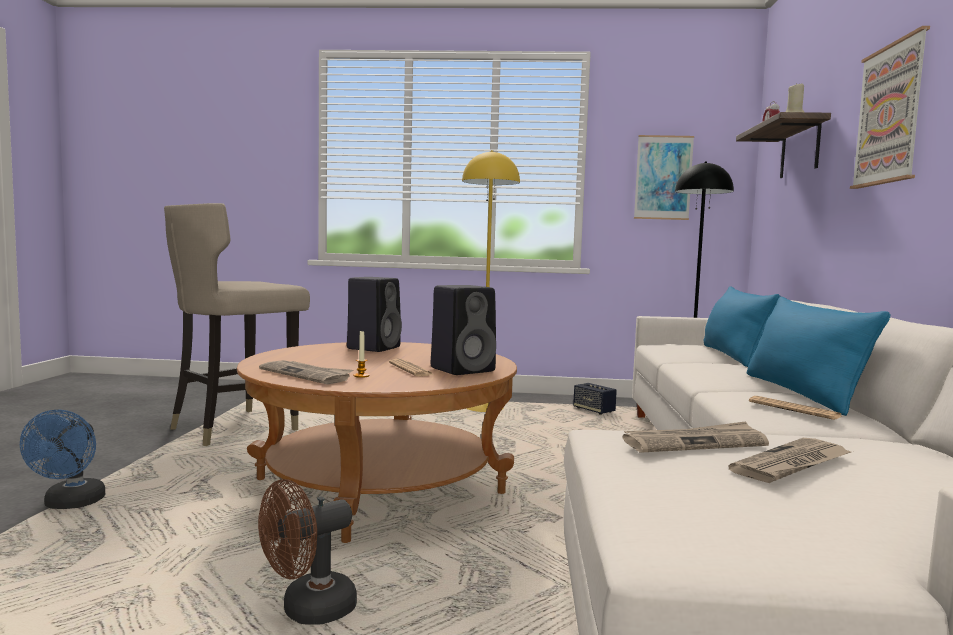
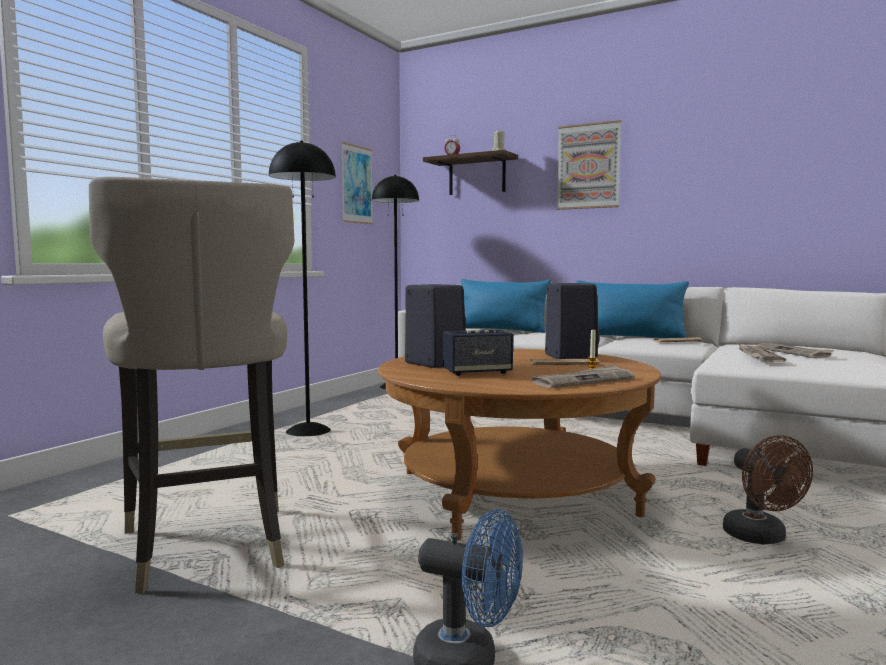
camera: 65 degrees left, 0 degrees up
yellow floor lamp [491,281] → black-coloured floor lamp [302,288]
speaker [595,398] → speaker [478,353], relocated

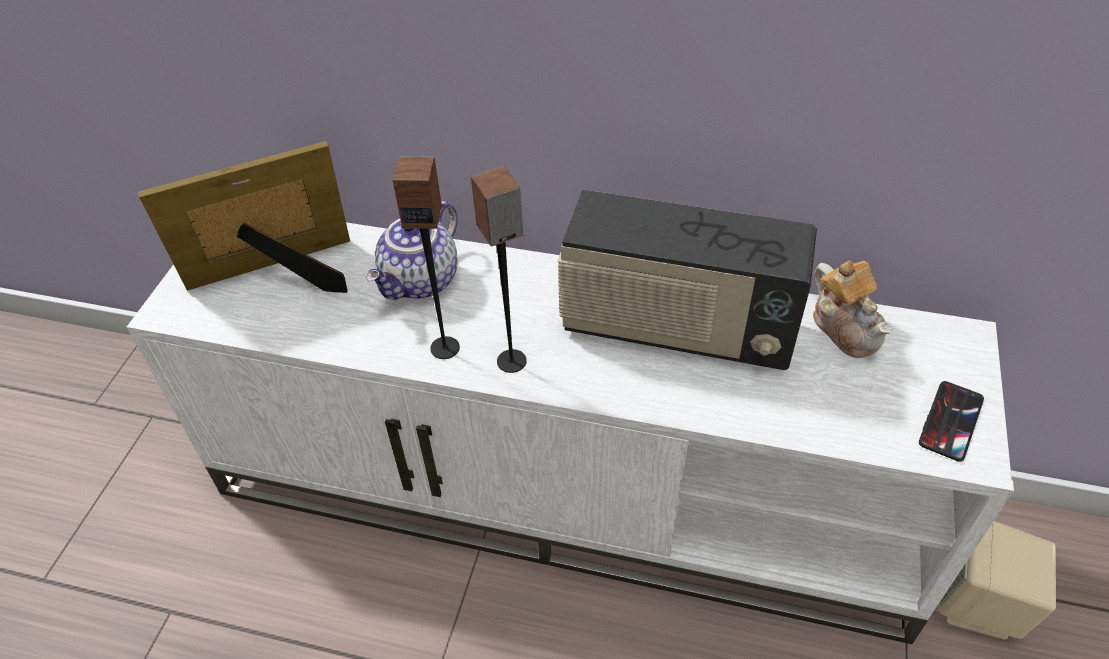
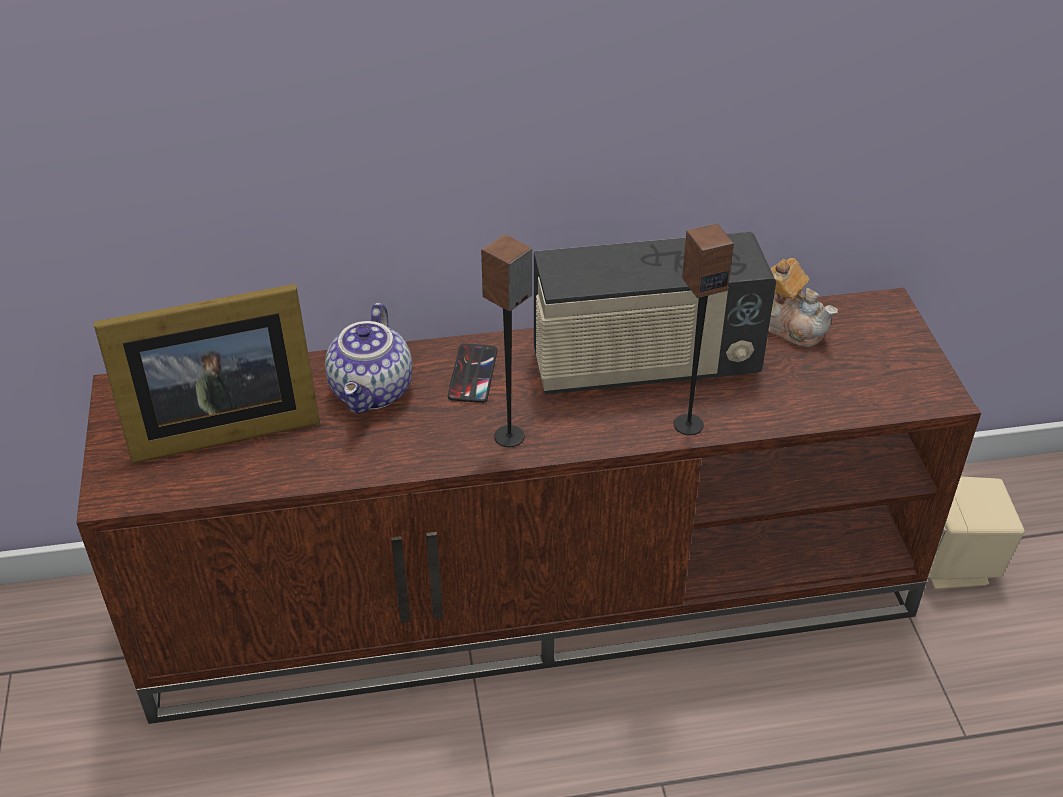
camera: 25 degrees left, 5 degrees down
whitish tv stand [570,433] → brown tv stand [528,506]
standing frame [244,217] → standing frame [206,373], 150 degrees counterclockwise
speaker [426,257] → speaker [704,329], relocated
telephone [951,421] → telephone [472,373], relocated

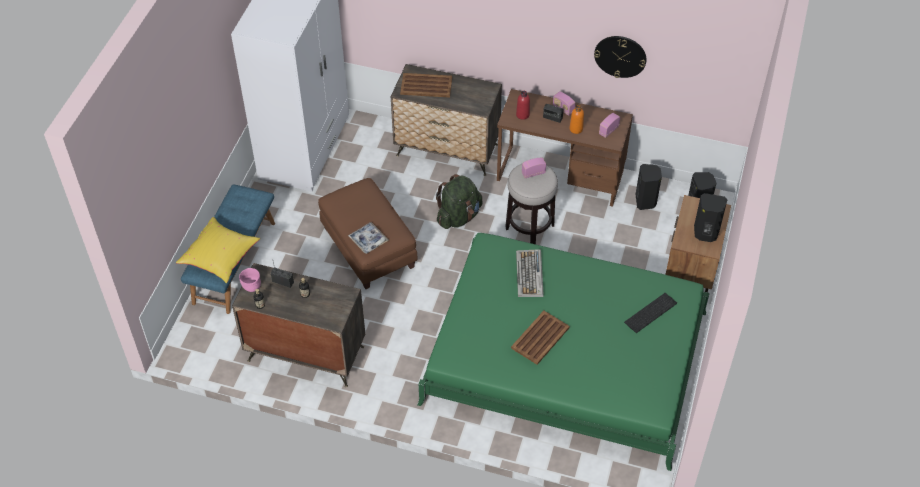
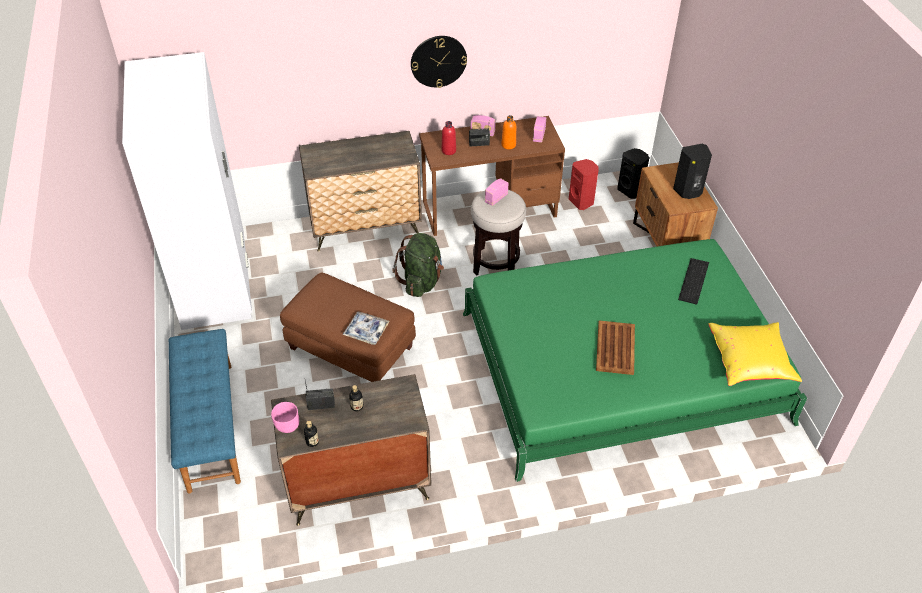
camera: 30 degrees left, 5 degrees down
yellow throw pillow [218,250] → yellow throw pillow [755,354], relocated
brown serving tray [426,85] → -
keyboard [530,273] → -
clock on the wall [620,57] → clock on the wall [439,62], relocated
black-coloured speaker [649,187] → red-coloured speaker [583,184]

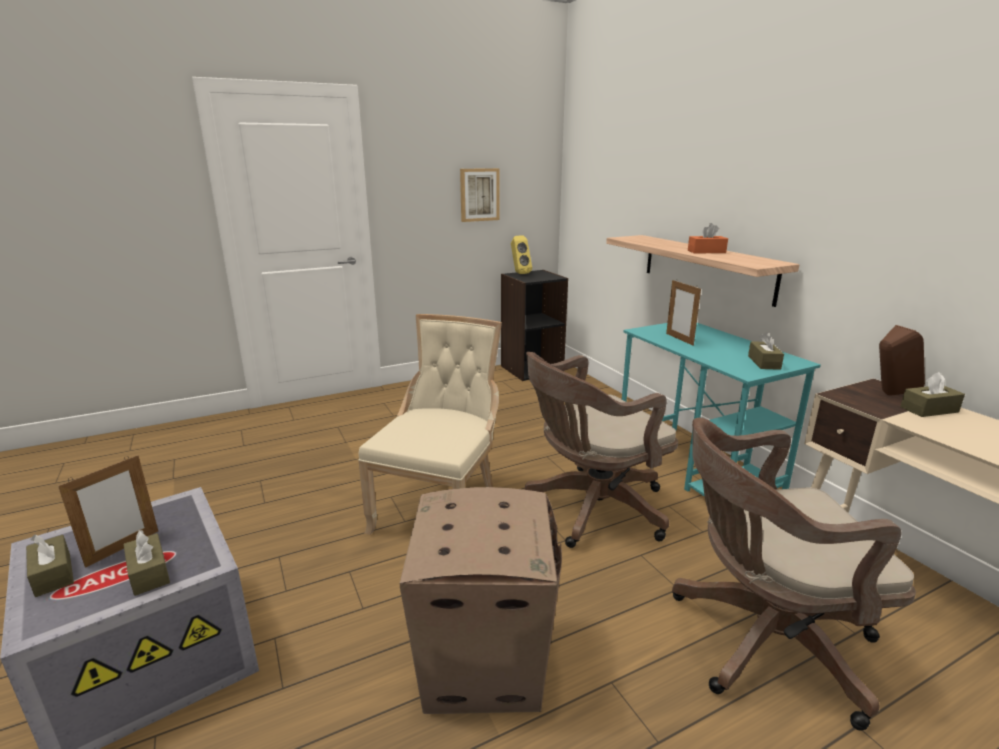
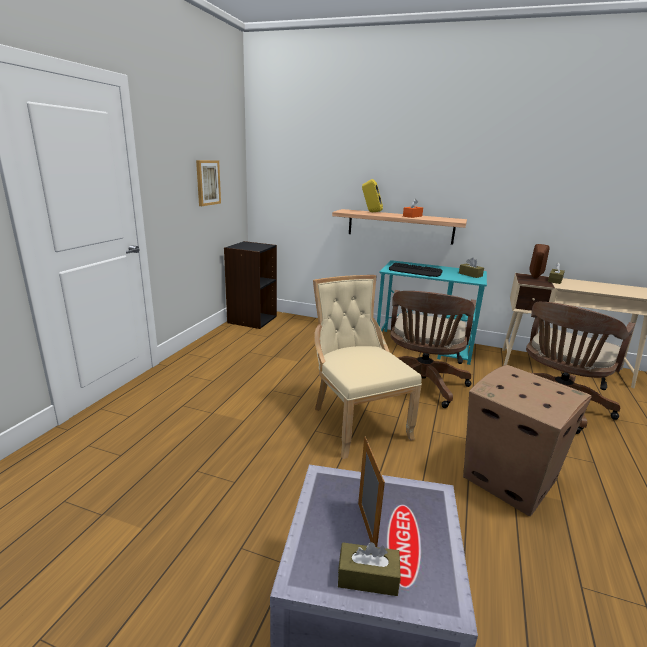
camera: 45 degrees left, 0 degrees up
brown box of tissues [146,563] → -
yellow speaker [521,255] → yellow speaker [372,195], relocated
standing frame [683,312] → keyboard [416,270]

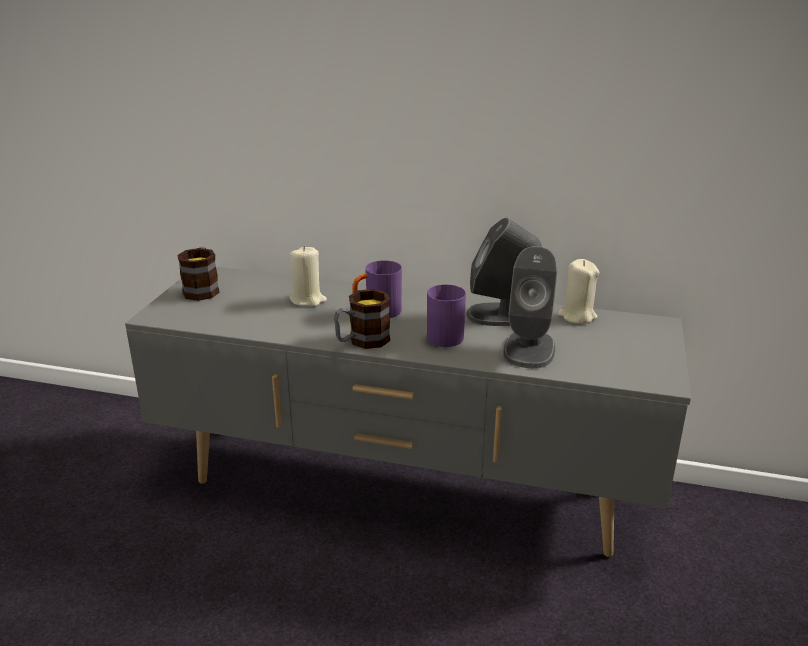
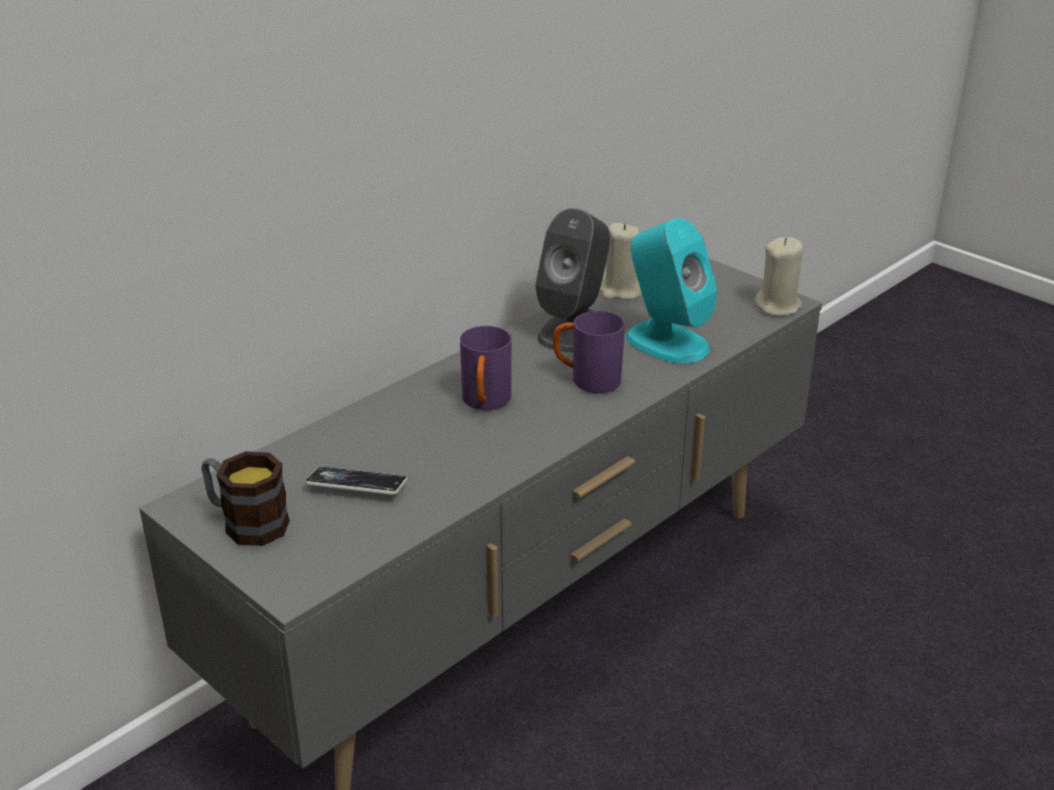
camera: 60 degrees left, 5 degrees up
beige candle [308,276] → beige candle [778,276], relocated
coffee mug [362,319] → -
gray speaker [530,307] → blue-green speaker [671,291]
- → telephone [356,481]

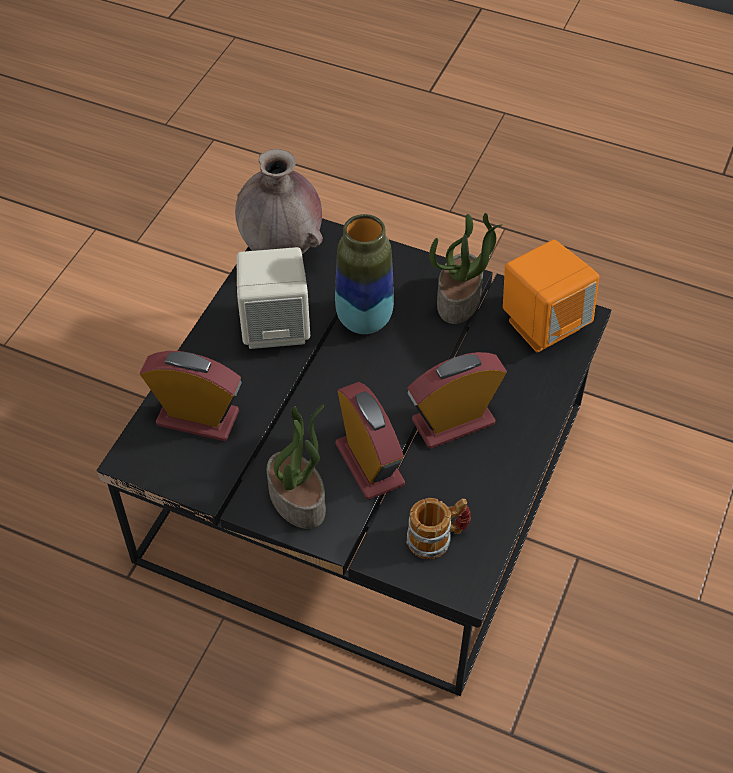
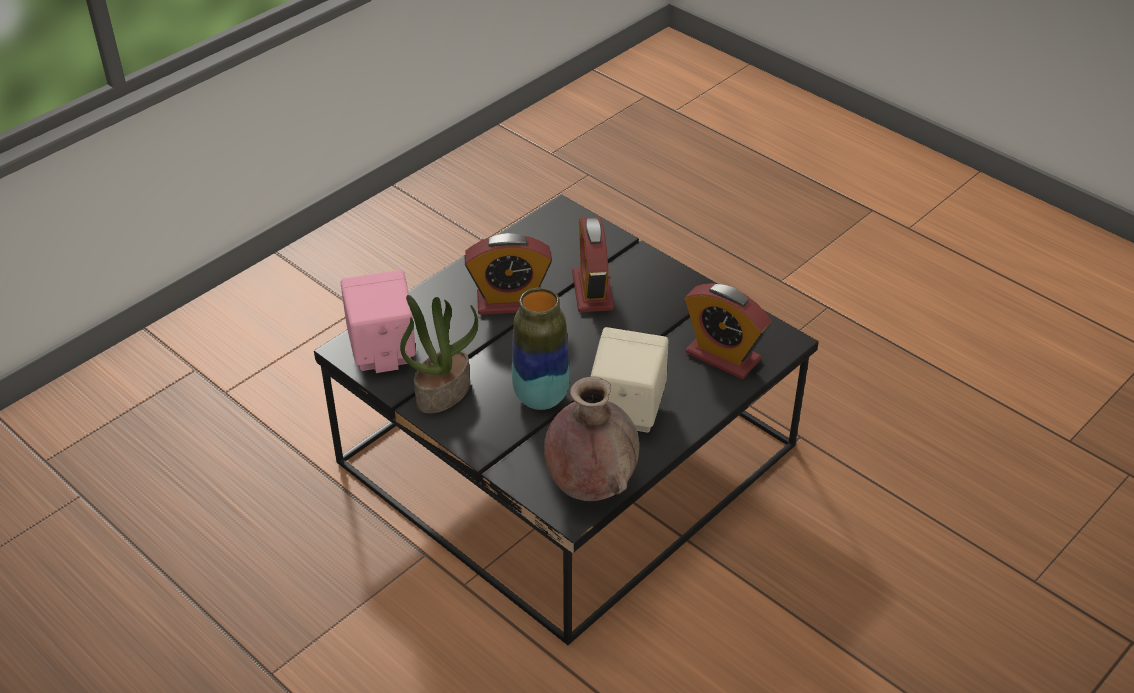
camera: 160 degrees left, 10 degrees down
potted plant [296,466] → -
coffee mug [438,528] → -
orangey speaker [551,296] → pink-coloured speaker [378,321]

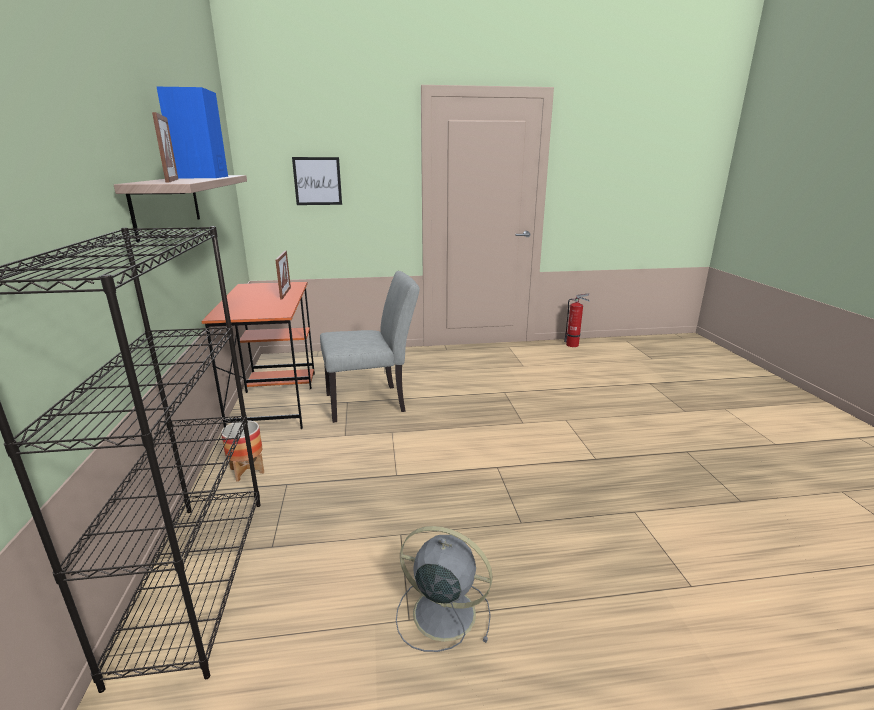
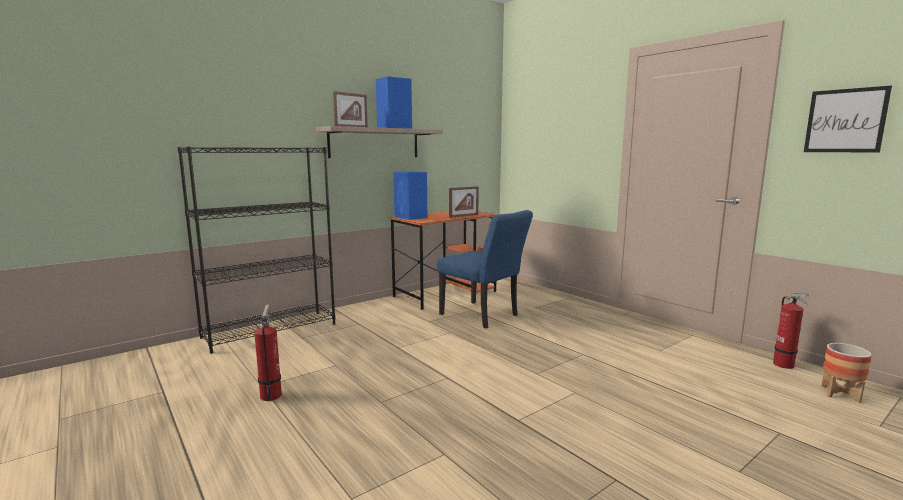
camera: 60 degrees right, 10 degrees down
flower pot [242,451] → flower pot [847,373], relocated
picture [317,181] → picture [848,118], relocated
gray upright chair [370,347] → blue upright chair [485,269]
gray fan [444,589] → fire-fighting cylinder [268,353]
- → blue speaker [410,195]

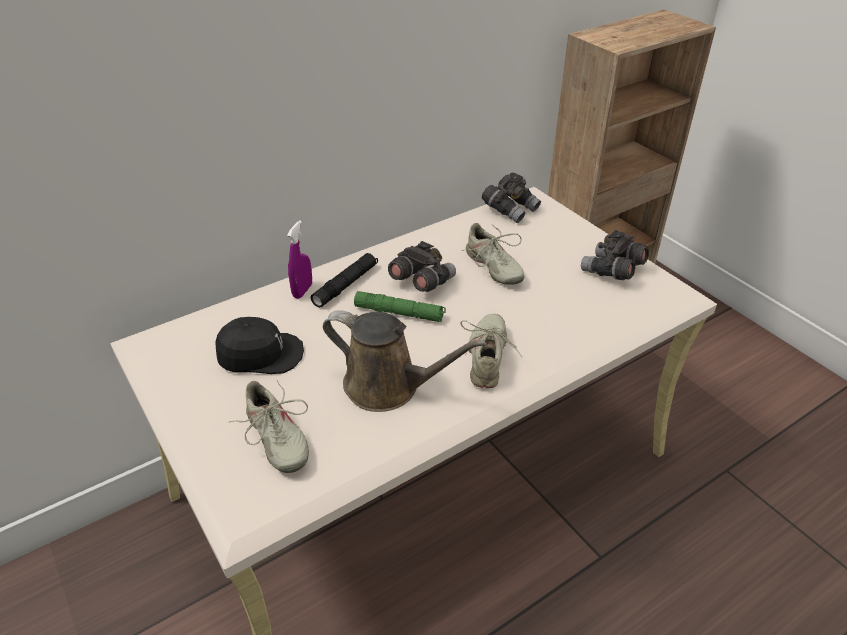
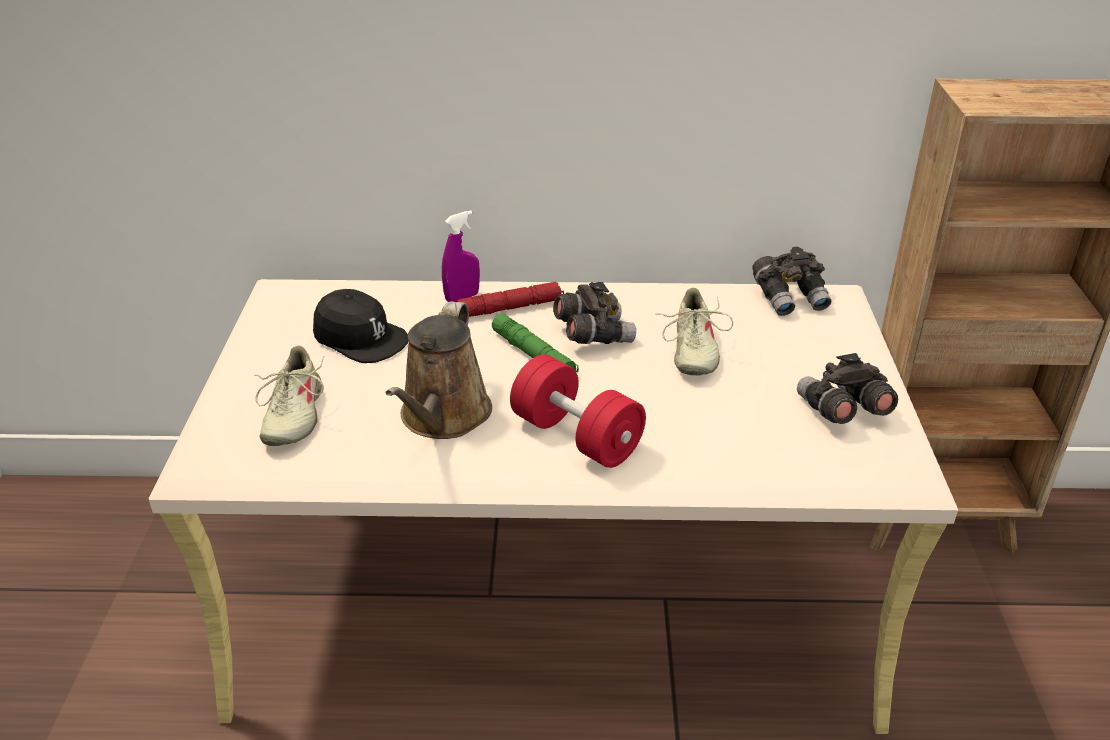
camera: 35 degrees right, 5 degrees down
black-coloured hand torch [344,280] → red-coloured hand torch [510,299]
brown sprinkling can [405,361] → brown sprinkling can [439,370], 45 degrees clockwise
beige item of footwear [491,351] → red-coloured dumbbell [578,411]

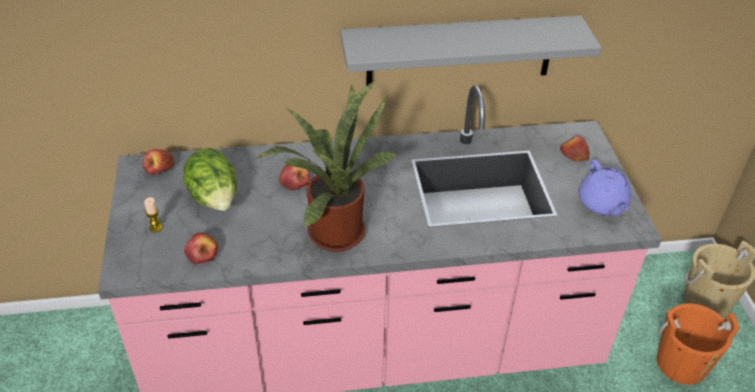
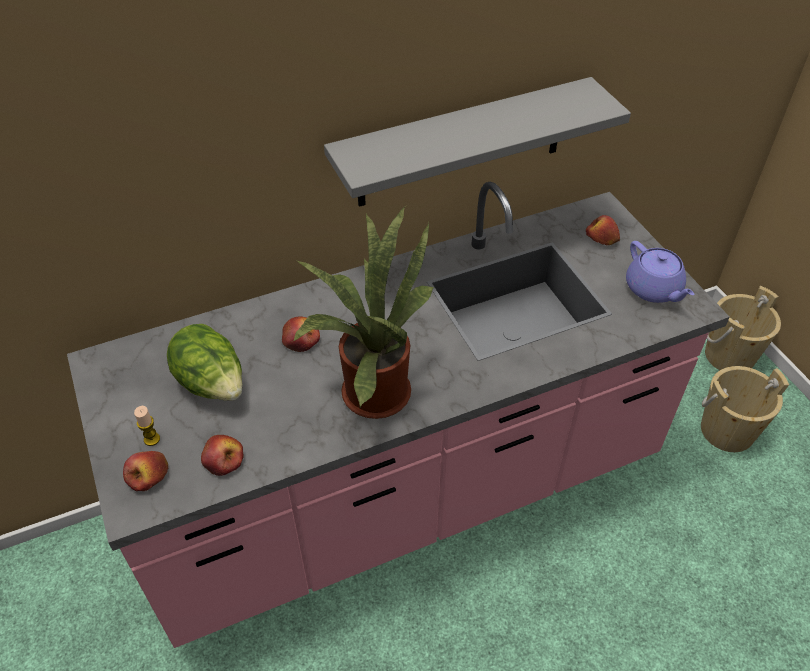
camera: 15 degrees left, 5 degrees up
apple fruit [159,162] → apple fruit [145,471], relocated
orangey pail [698,344] → beige pail [745,409]

